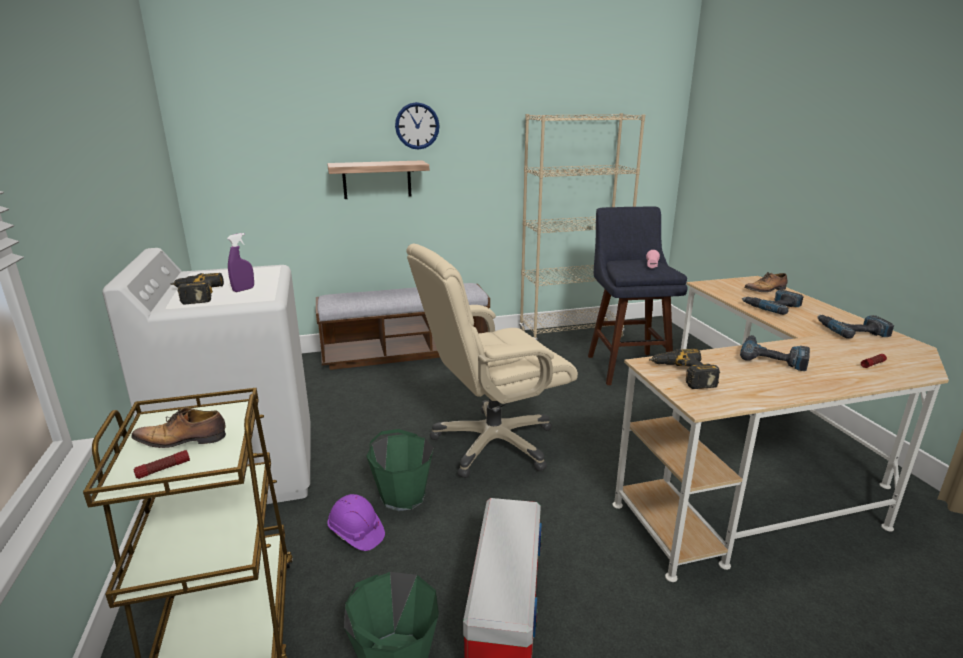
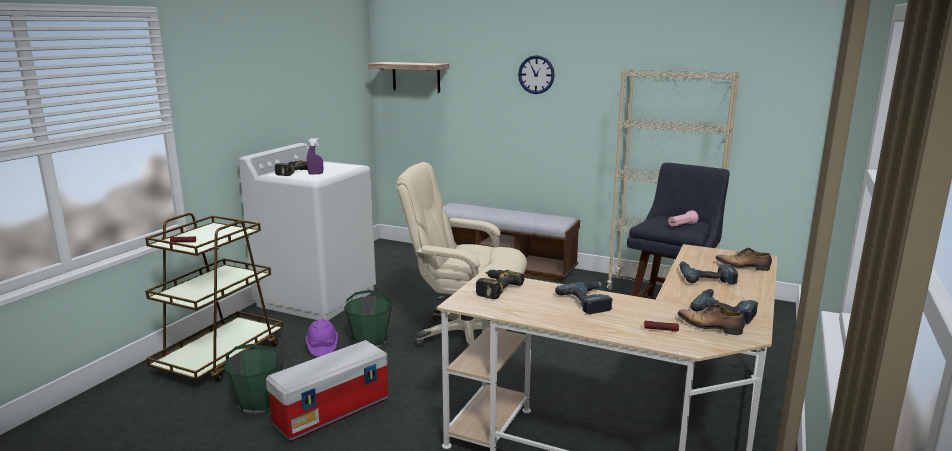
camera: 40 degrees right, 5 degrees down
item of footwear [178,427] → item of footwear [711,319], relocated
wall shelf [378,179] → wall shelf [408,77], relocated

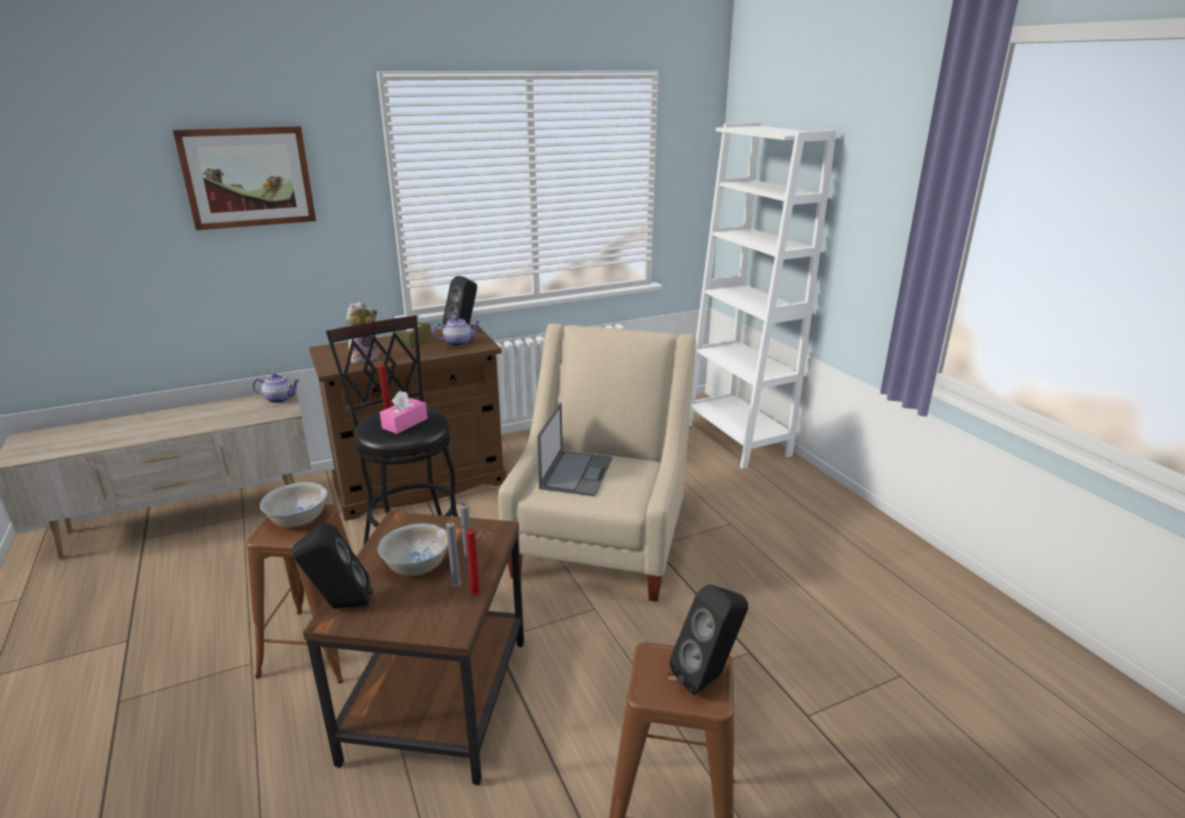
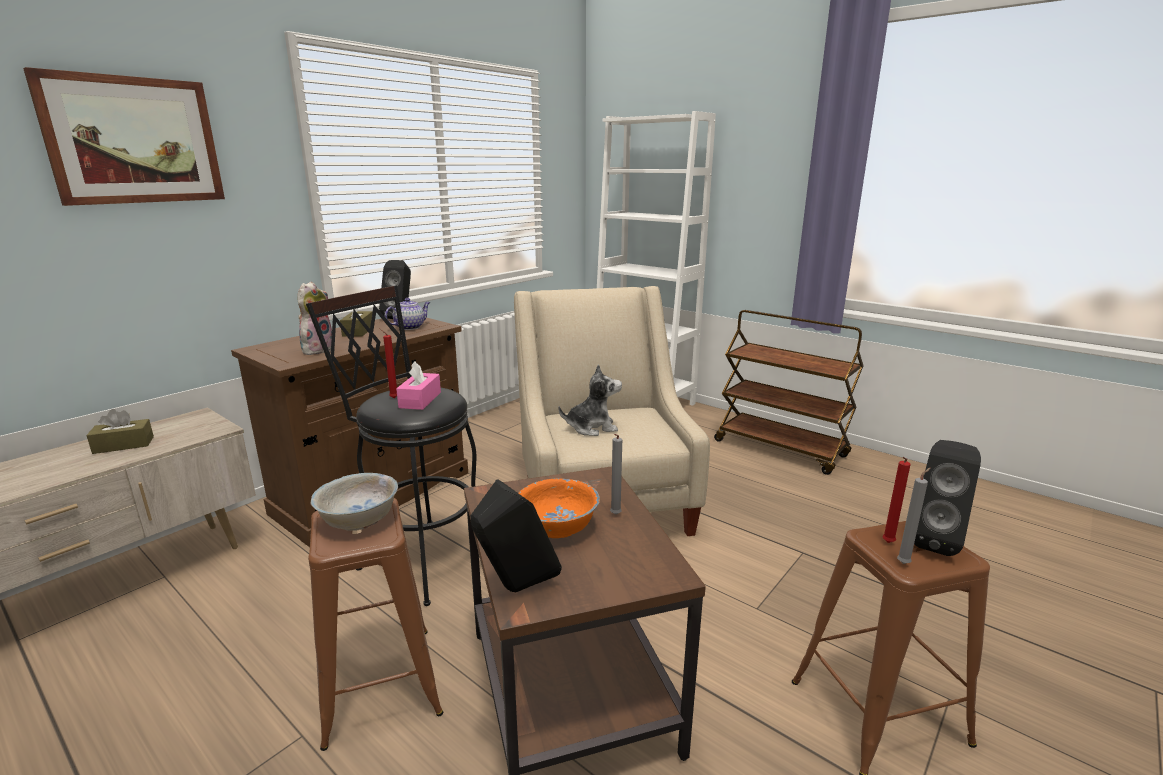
camera: 25 degrees left, 5 degrees down
pot for tea [276,388] → -
whitish deep dish [413,549] → orangey deep dish [559,508]
gray candle [454,551] → gray candle [913,516], relocated
red-coloured candle [470,560] → red-coloured candle [897,500], relocated
laptop [575,449] → soft toy [590,400]
- → brown box of tissues [120,431]
- → brown cart [789,392]

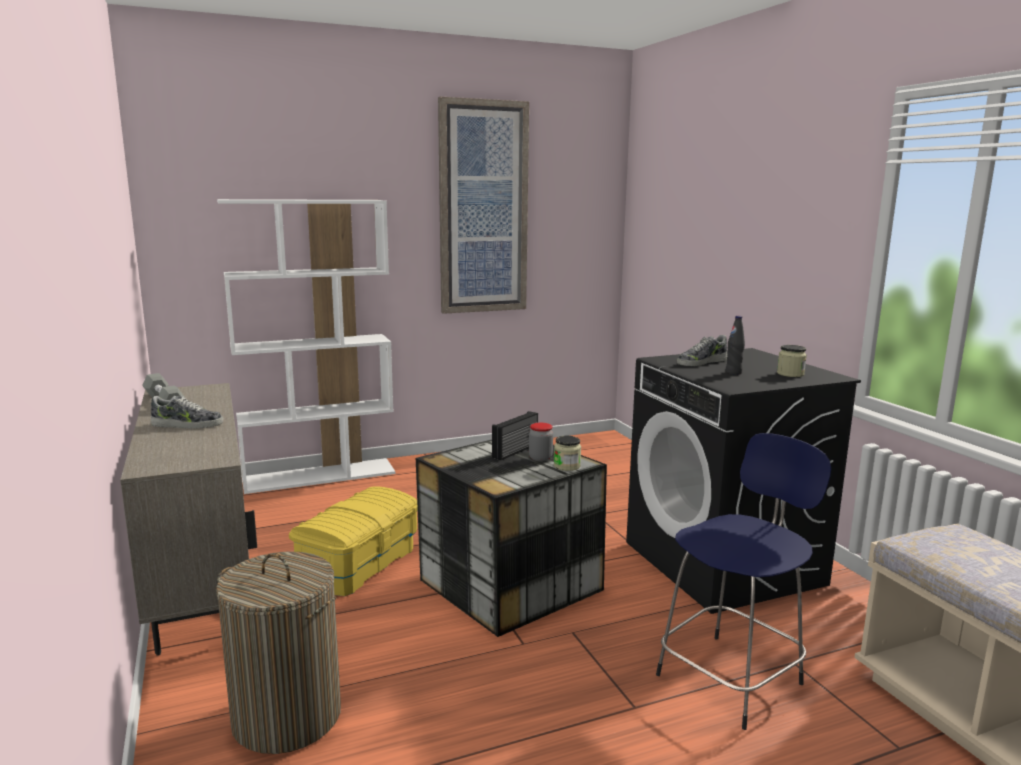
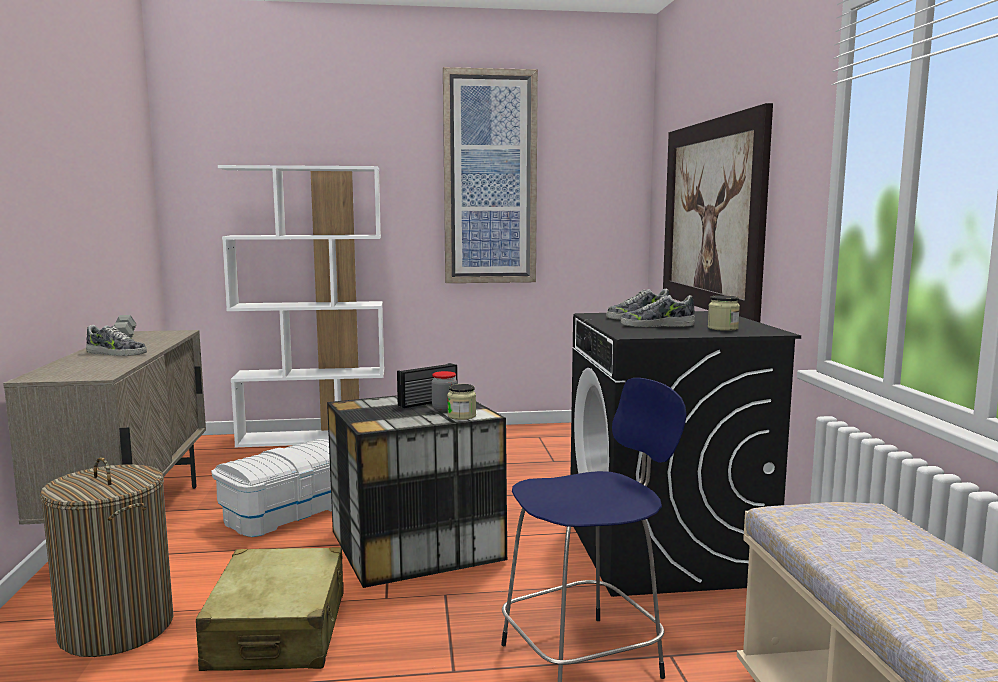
camera: 15 degrees right, 5 degrees down
yellow storage container [353,541] → whitish storage container [271,488]
black-coloured beverage bottle [735,345] → item of footwear [658,311]
- → beige suitcase [270,609]
- → picture [718,212]

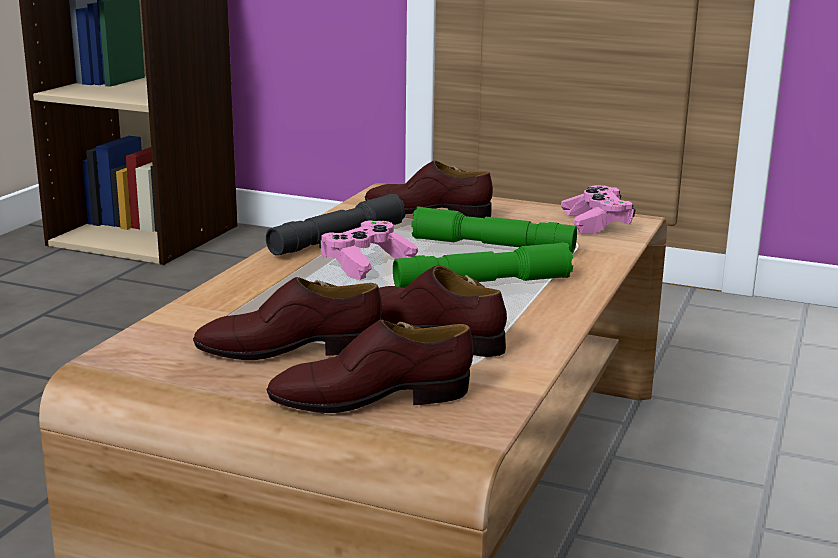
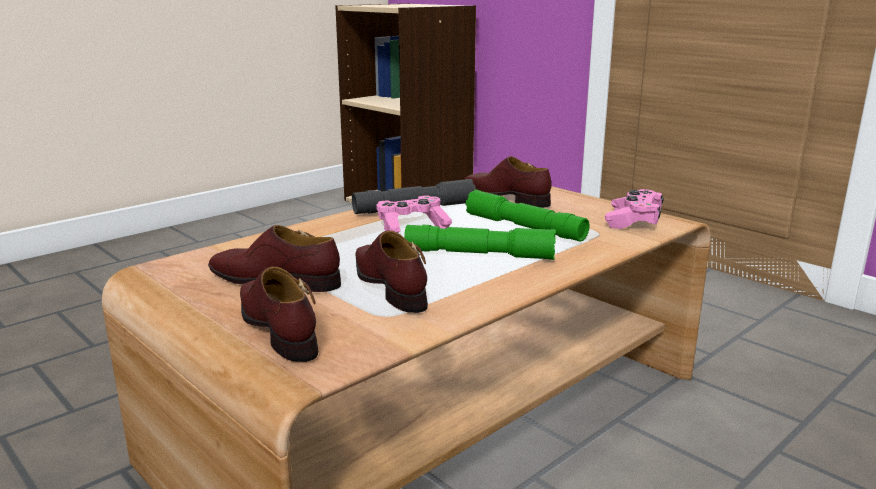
camera: 25 degrees right, 0 degrees up
brown item of footwear [370,366] → brown item of footwear [279,314], 45 degrees clockwise

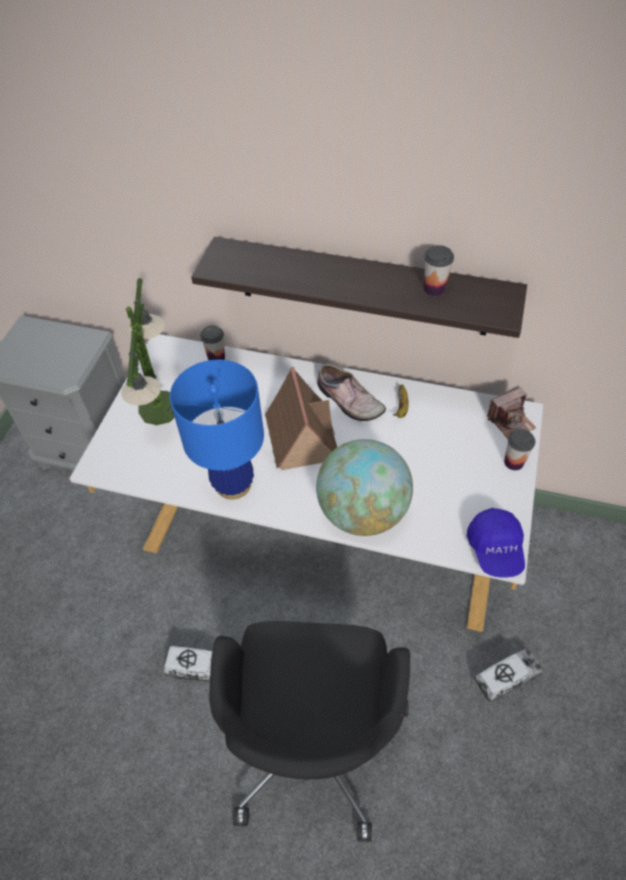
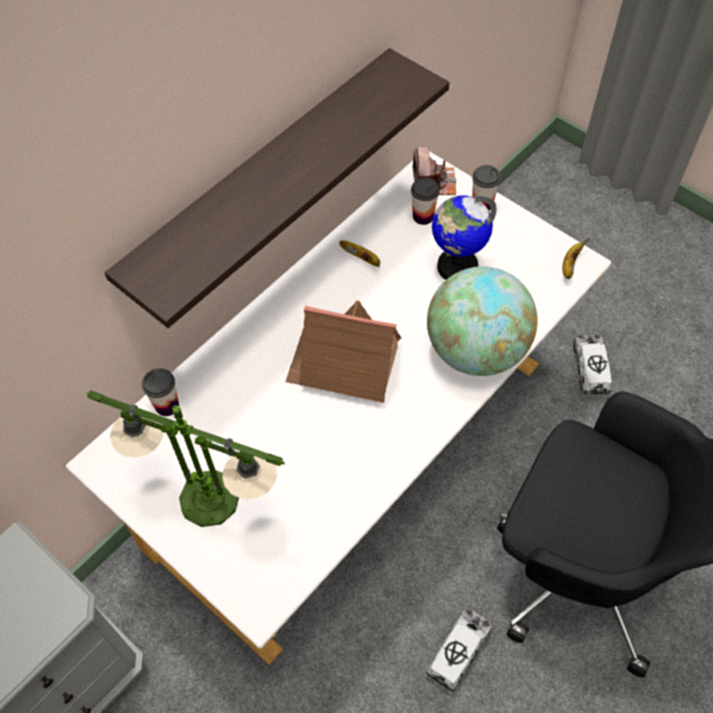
camera: 65 degrees left, 5 degrees up
blue table lamp [217,430] → -
item of footwear [351,392] → -
cup [439,270] → cup [425,201], relocated
blue cap [496,543] → whole banana [575,258]
- → globe [464,237]

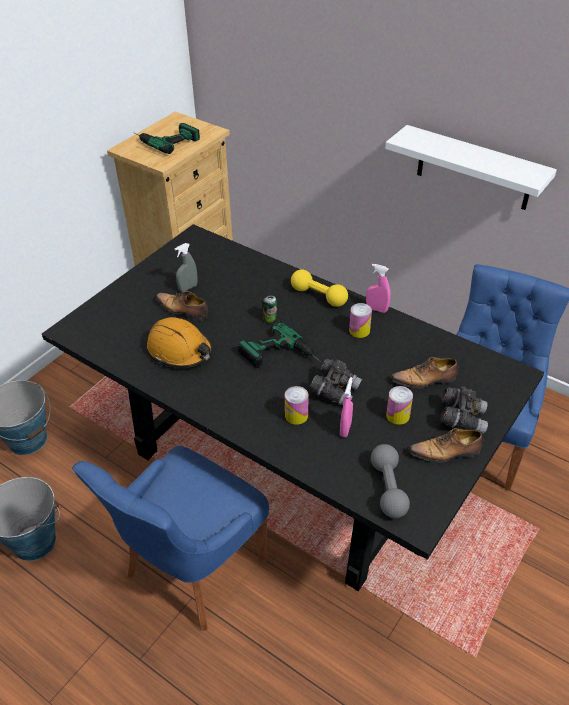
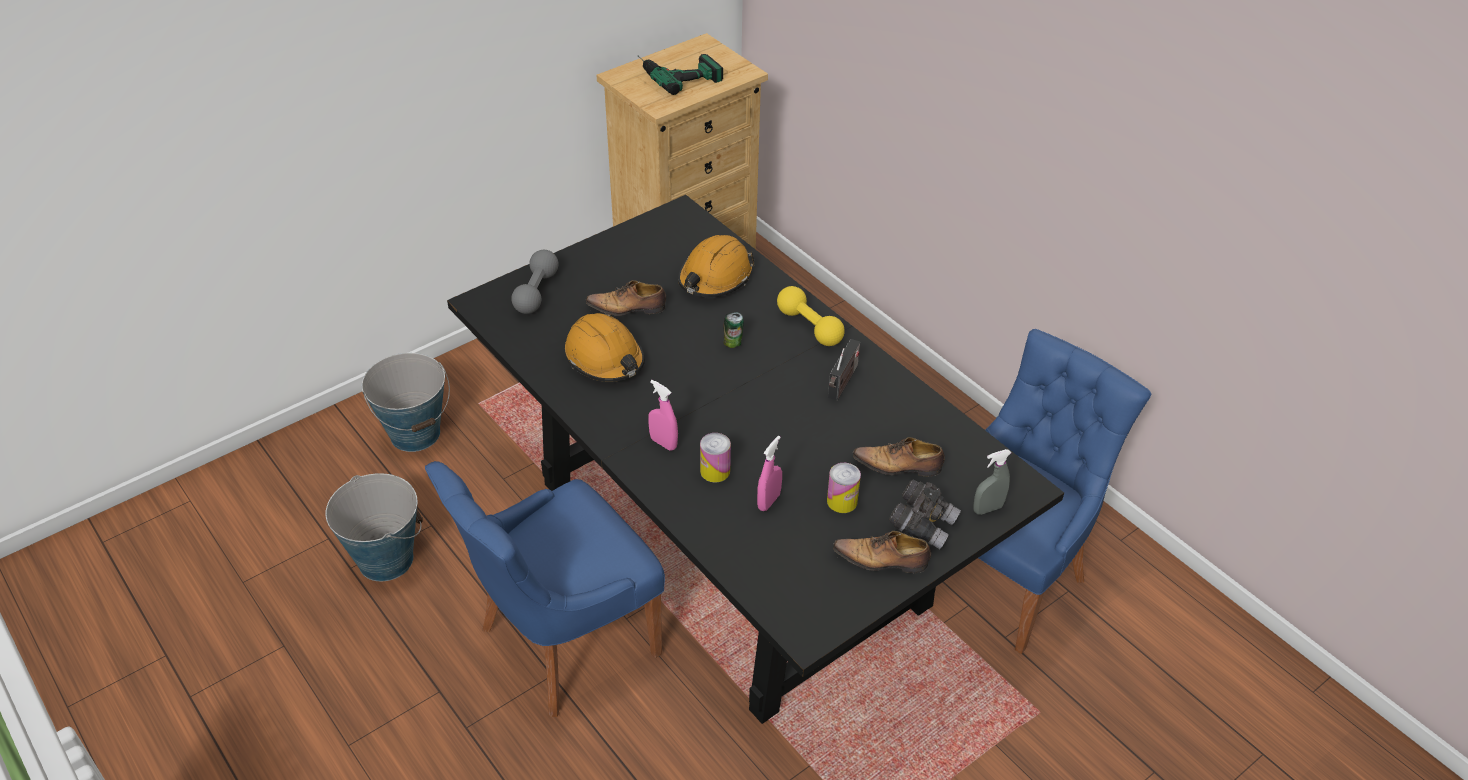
camera: 15 degrees right, 0 degrees up
item of footwear [182,306] → item of footwear [626,298], 45 degrees counterclockwise
gray sprayer [186,267] → gray sprayer [992,482], relocated
drill [279,344] → -
gray pair of binoculars [335,381] → -
metal can [360,320] → radio receiver [844,369]
pink-coloured sprayer [378,288] → pink-coloured sprayer [663,415], relocated
gray dumbbell [390,481] → gray dumbbell [534,282], relocated
whitish wall shelf [471,167] → -
- → orangey hard hat [716,266]

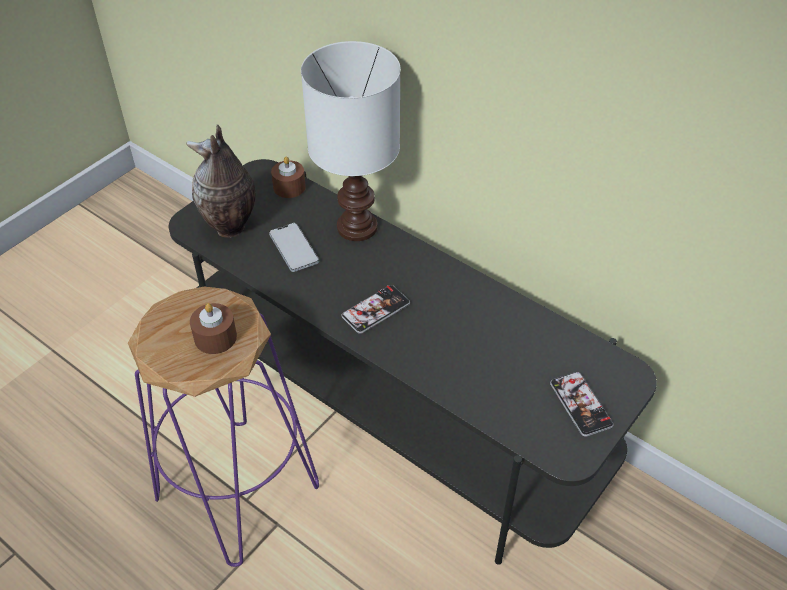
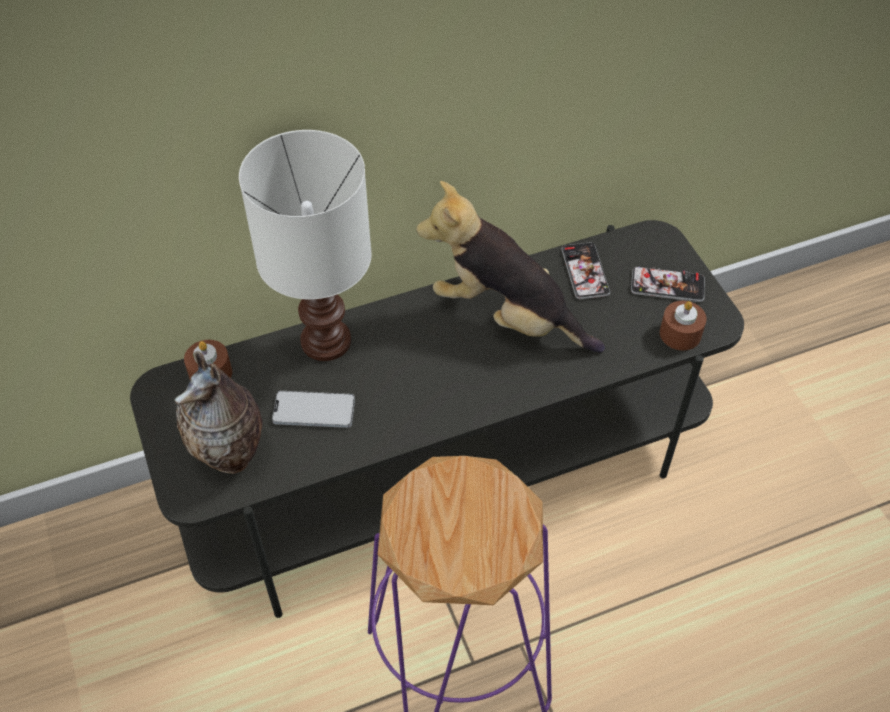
camera: 60 degrees left, 5 degrees up
brown candle [213,328] → brown candle [683,325], relocated
telephone [375,309] → telephone [586,270], relocated
- → soft toy [510,267]

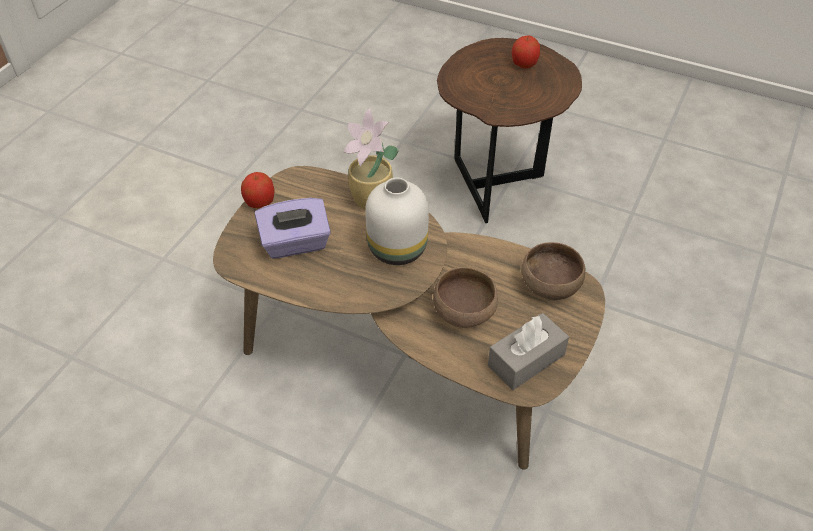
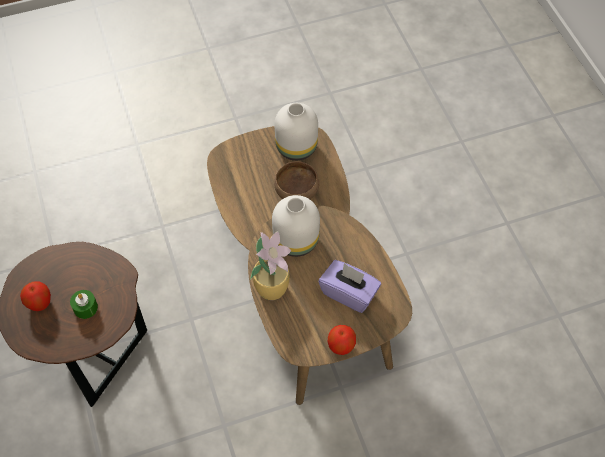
camera: 135 degrees left, 10 degrees up
gray box of tissues [528,351] → whitish decorative vase [296,132]
brown deep dish [553,271] → -
- → green-coloured candle [84,304]

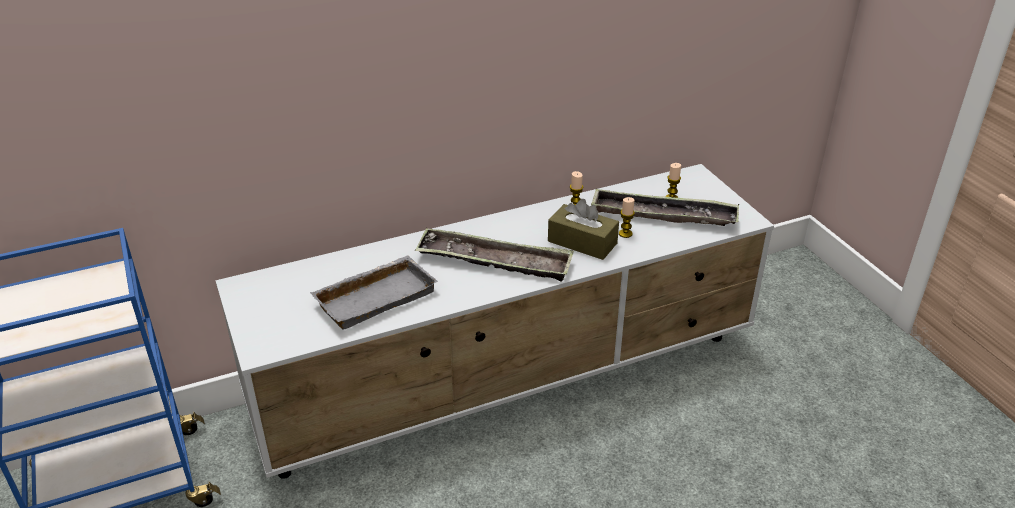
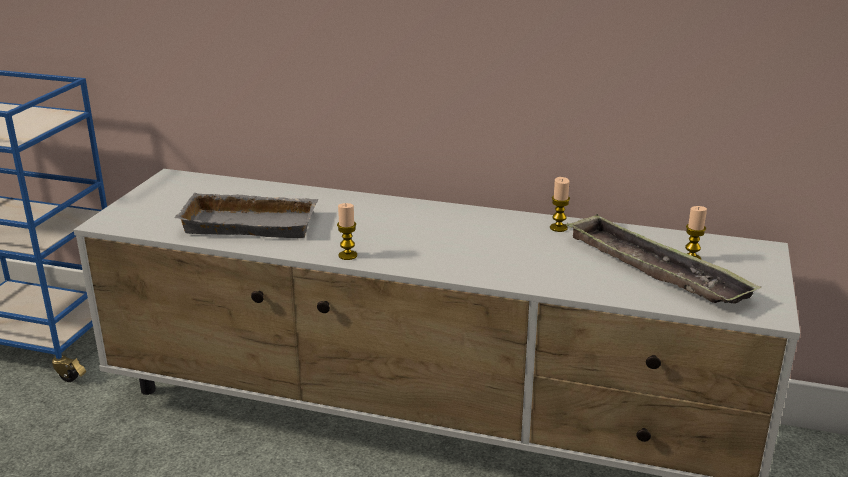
camera: 40 degrees right, 10 degrees down
serving tray [494,254] → -
brown box of tissues [583,229] → -
candle [627,217] → candle [347,231], relocated

